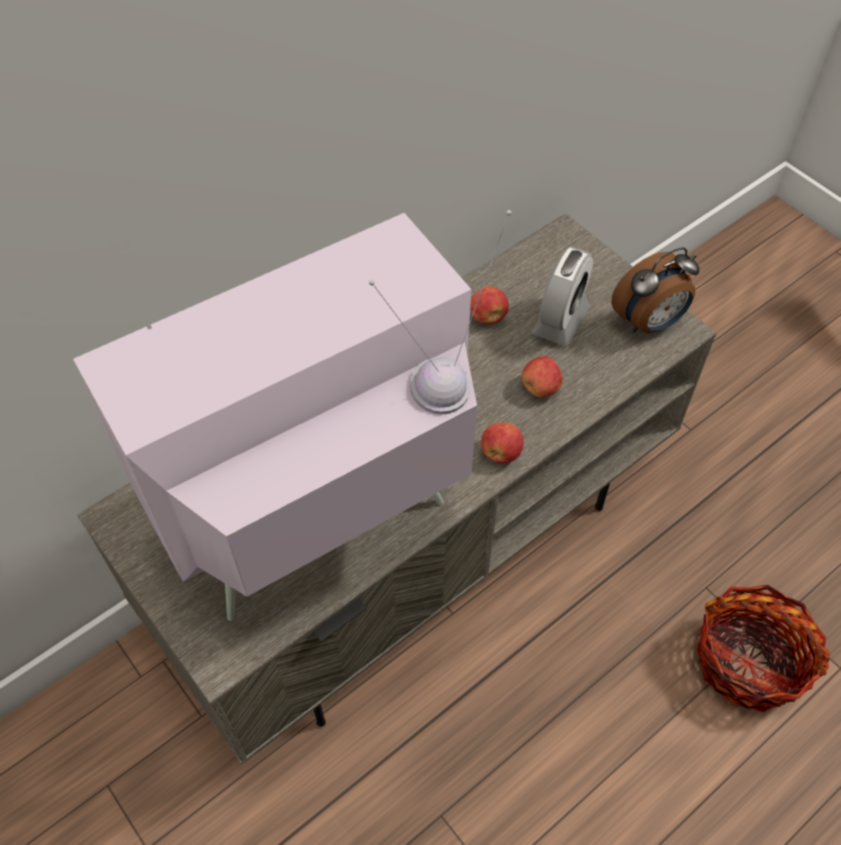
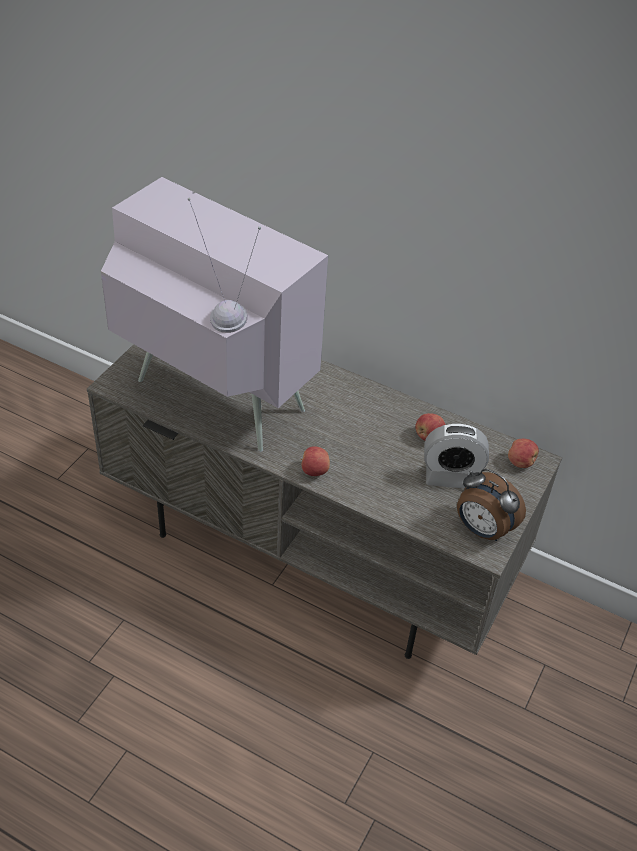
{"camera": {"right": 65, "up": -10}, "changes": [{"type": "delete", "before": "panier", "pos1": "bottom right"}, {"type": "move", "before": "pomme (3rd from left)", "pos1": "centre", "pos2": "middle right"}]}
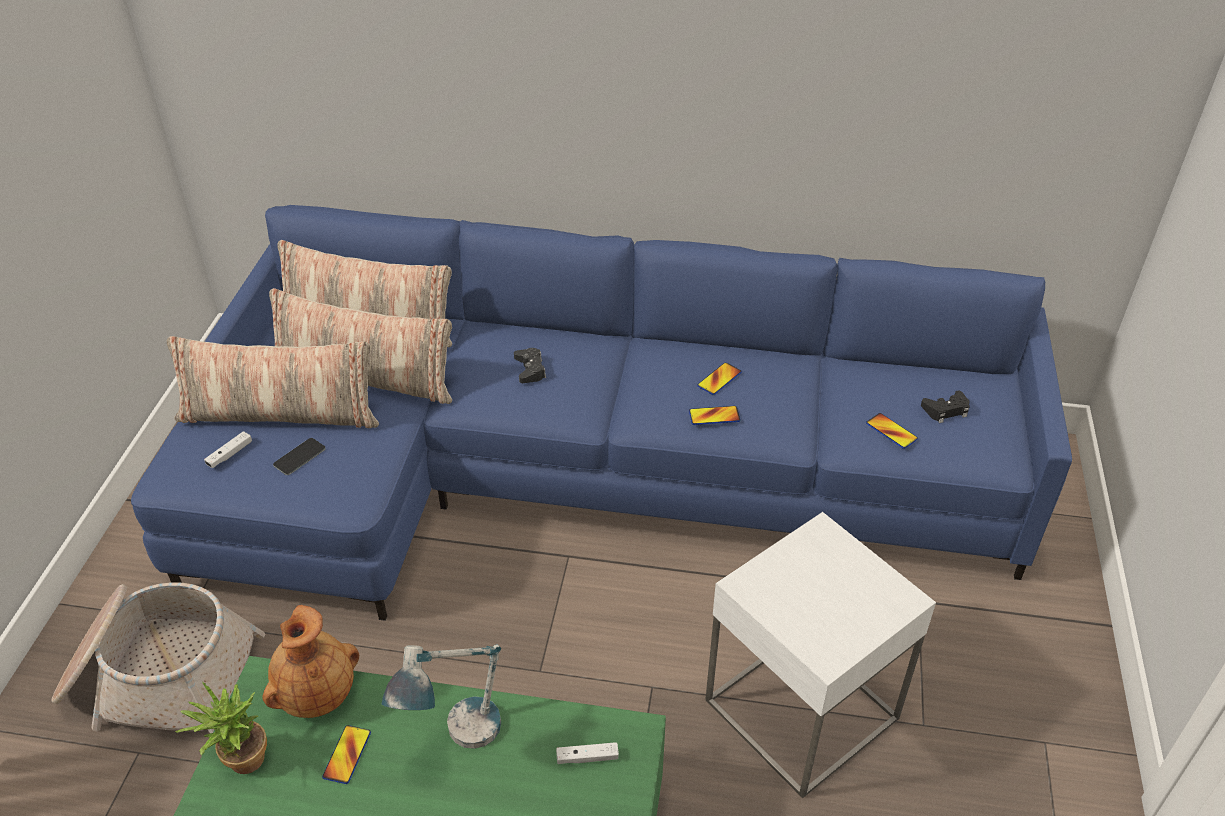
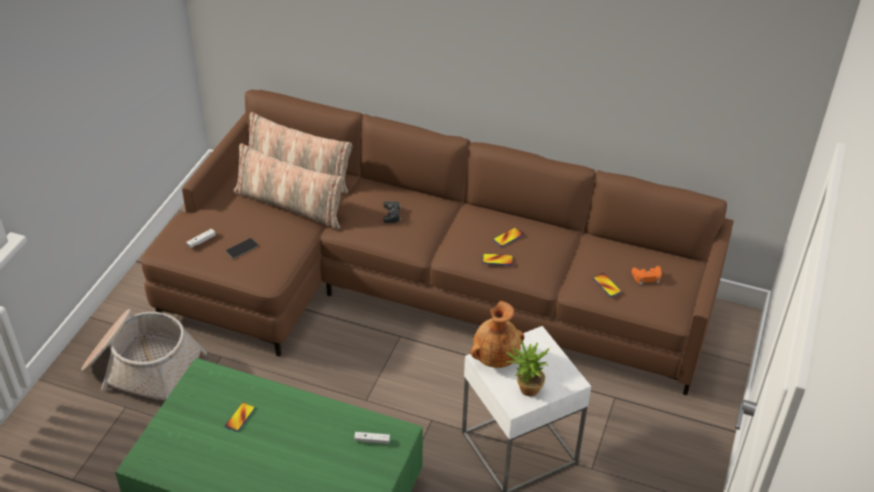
{"camera": {"right": 10, "up": 0}, "changes": [{"type": "delete", "before": "coussin (1st from left)", "pos1": "middle left"}, {"type": "delete", "before": "lampe de table", "pos1": "bottom centre"}, {"type": "move", "before": "plante en pot", "pos1": "bottom left", "pos2": "bottom centre"}, {"type": "move", "before": "vase (marron)", "pos1": "bottom left", "pos2": "bottom centre"}, {"type": "recolor", "before": "canapé (bleu)", "after": "canapé (marron)", "pos1": "centre", "pos2": "centre"}, {"type": "recolor", "before": "manette (noir) (2nd from left)", "after": "manette (orange)", "pos1": "middle right", "pos2": "middle right"}]}
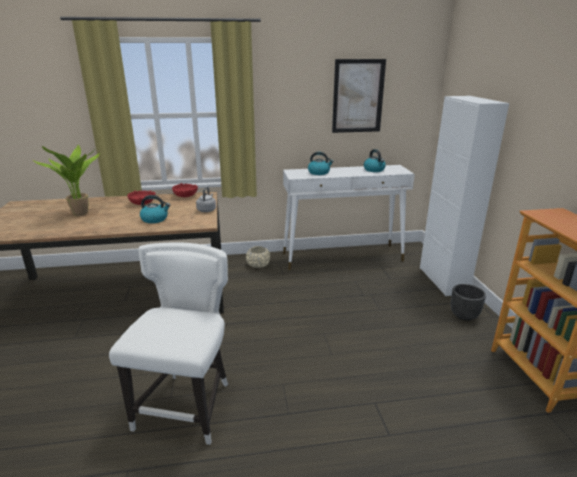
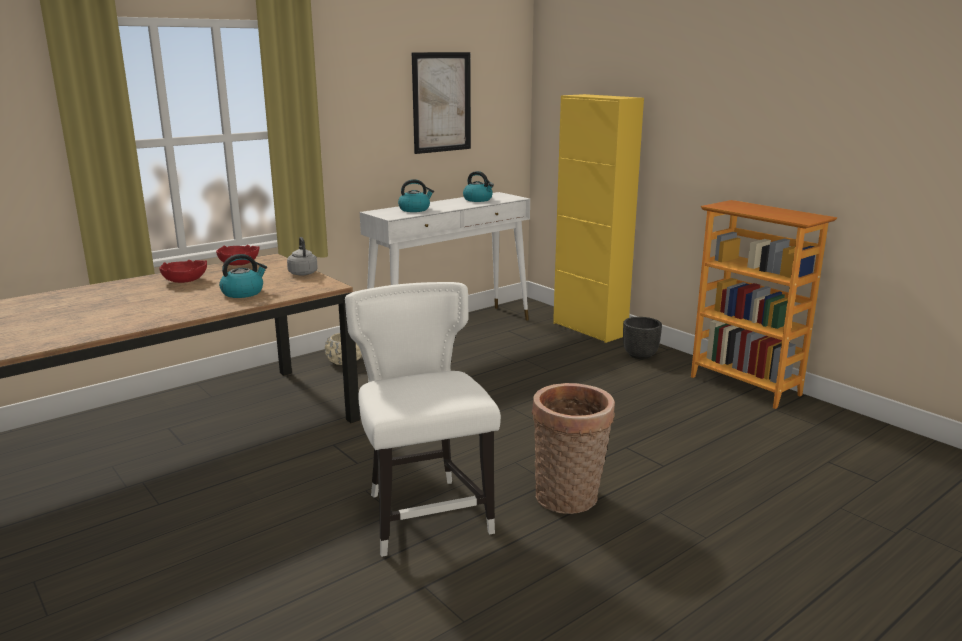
{"camera": {"right": -30, "up": -5}, "changes": [{"type": "delete", "before": "plante en pot", "pos1": "middle left"}, {"type": "insert", "after": "panier", "pos2": "bottom centre"}, {"type": "recolor", "before": "meuble de rangement (blanc)", "after": "meuble de rangement (jaune)", "pos1": "middle right", "pos2": "centre"}]}
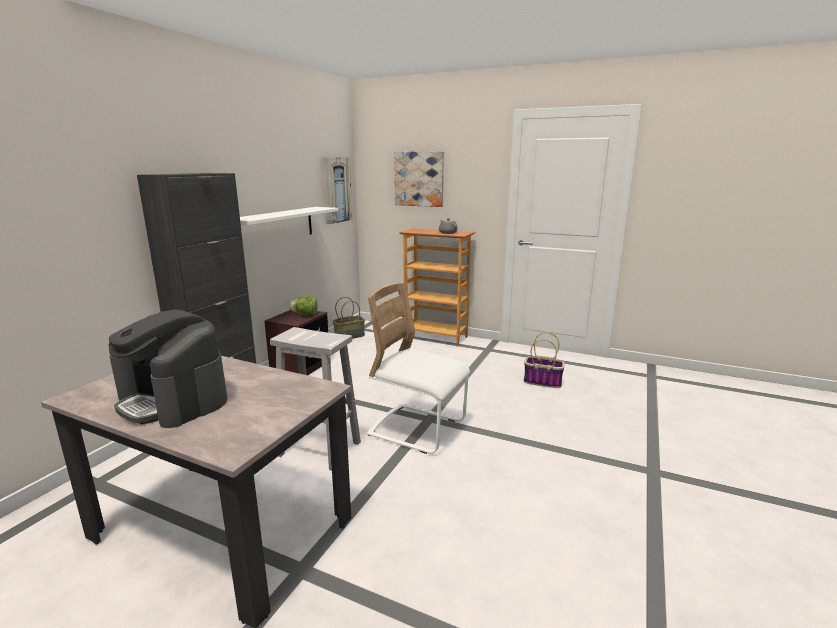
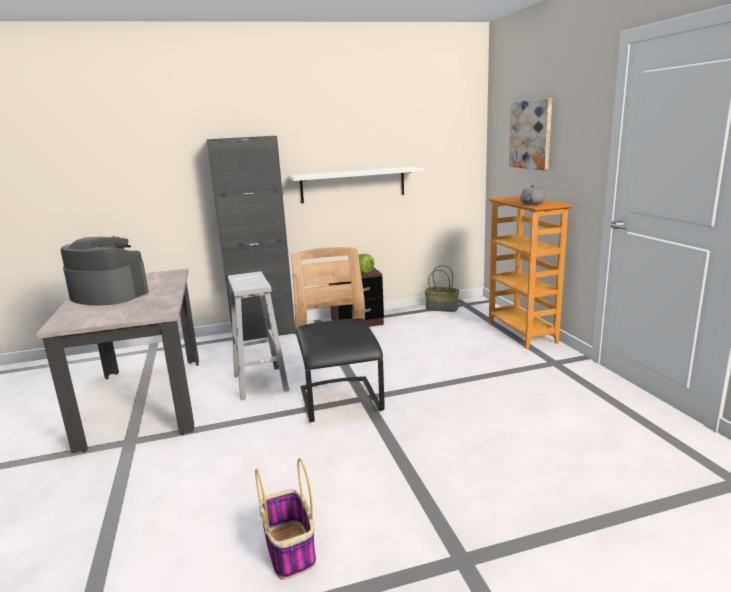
{"camera": {"right": 50, "up": 0}, "changes": [{"type": "delete", "before": "tableau (1st from left)", "pos1": "top centre"}, {"type": "move", "before": "panier (2nd from left in the first image)", "after": "panier (1st from left)", "pos1": "centre", "pos2": "bottom centre"}, {"type": "recolor", "before": "chaise (blanc)", "after": "chaise (noir)", "pos1": "centre", "pos2": "centre"}, {"type": "rotate", "before": "machine à café", "pos1": "middle left", "pos2": "middle left", "turn": 120}]}
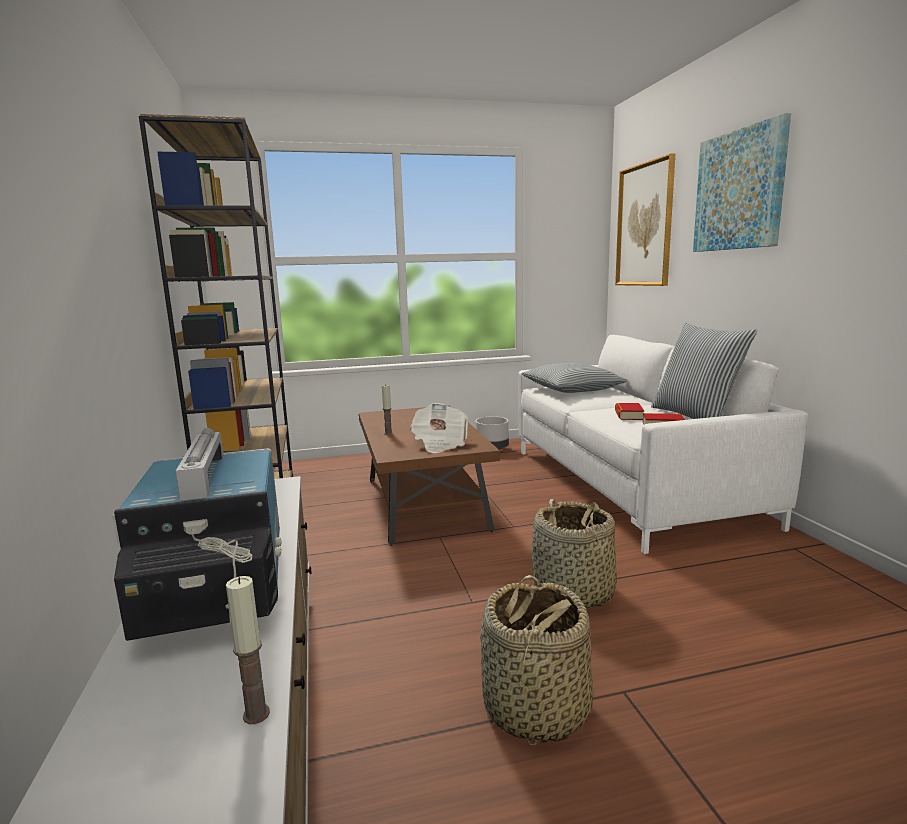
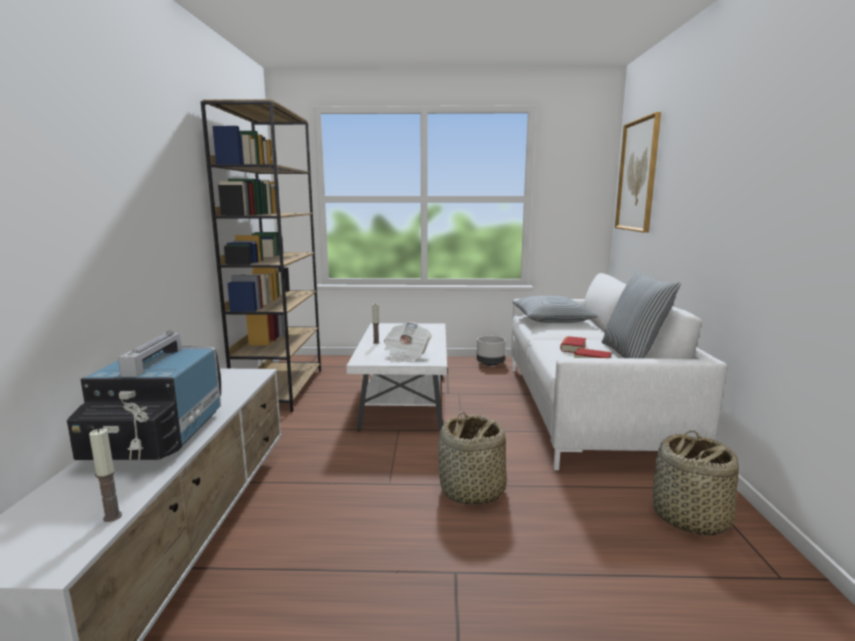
{"camera": {"right": 15, "up": 0}, "changes": [{"type": "delete", "before": "tableau (2nd from left)", "pos1": "top right"}, {"type": "move", "before": "panier (1st from left in the first image)", "after": "panier (2nd from left)", "pos1": "bottom centre", "pos2": "bottom right"}, {"type": "recolor", "before": "table basse (marron)", "after": "table basse (blanc)", "pos1": "centre", "pos2": "centre"}]}
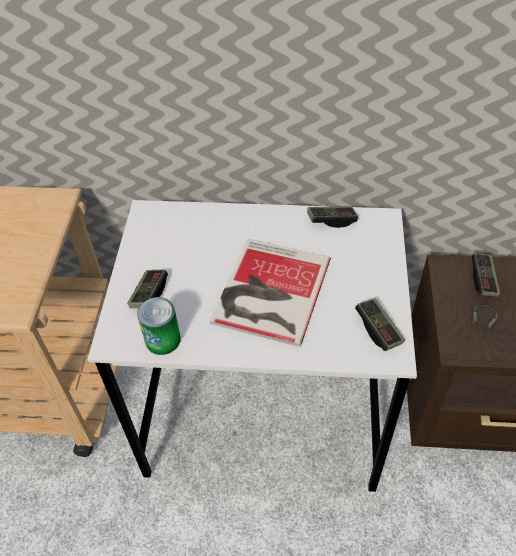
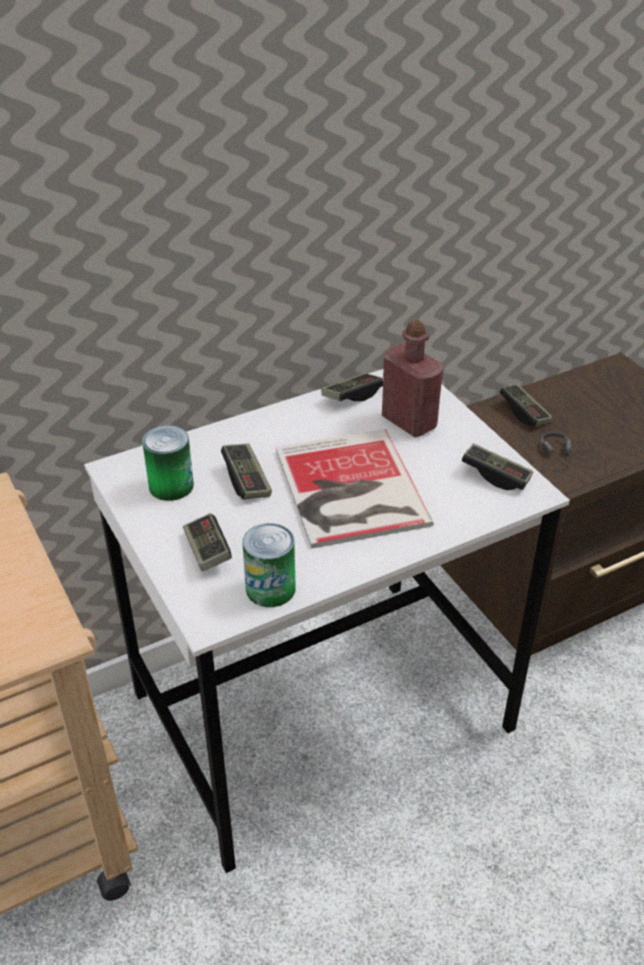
{"camera": {"right": -35, "up": -10}, "changes": [{"type": "insert", "after": "boîte métallique (1st from left)", "pos2": "middle left"}, {"type": "insert", "after": "manette (2nd from left)", "pos2": "centre"}, {"type": "insert", "after": "bouteille (rouge)", "pos2": "centre"}]}
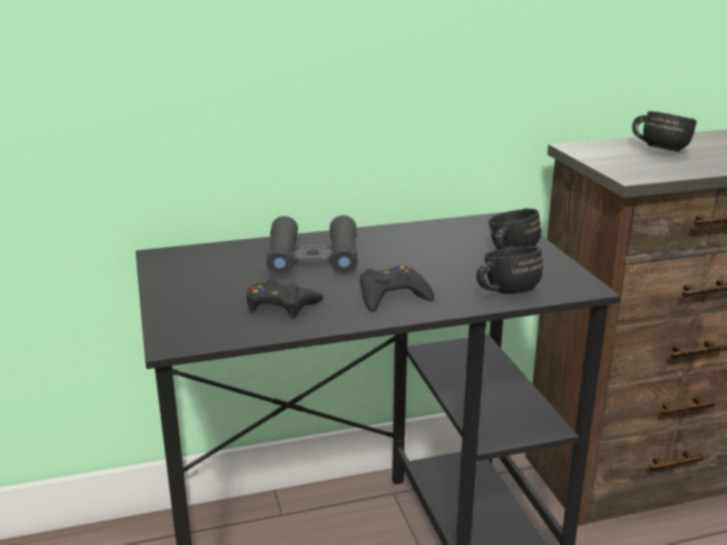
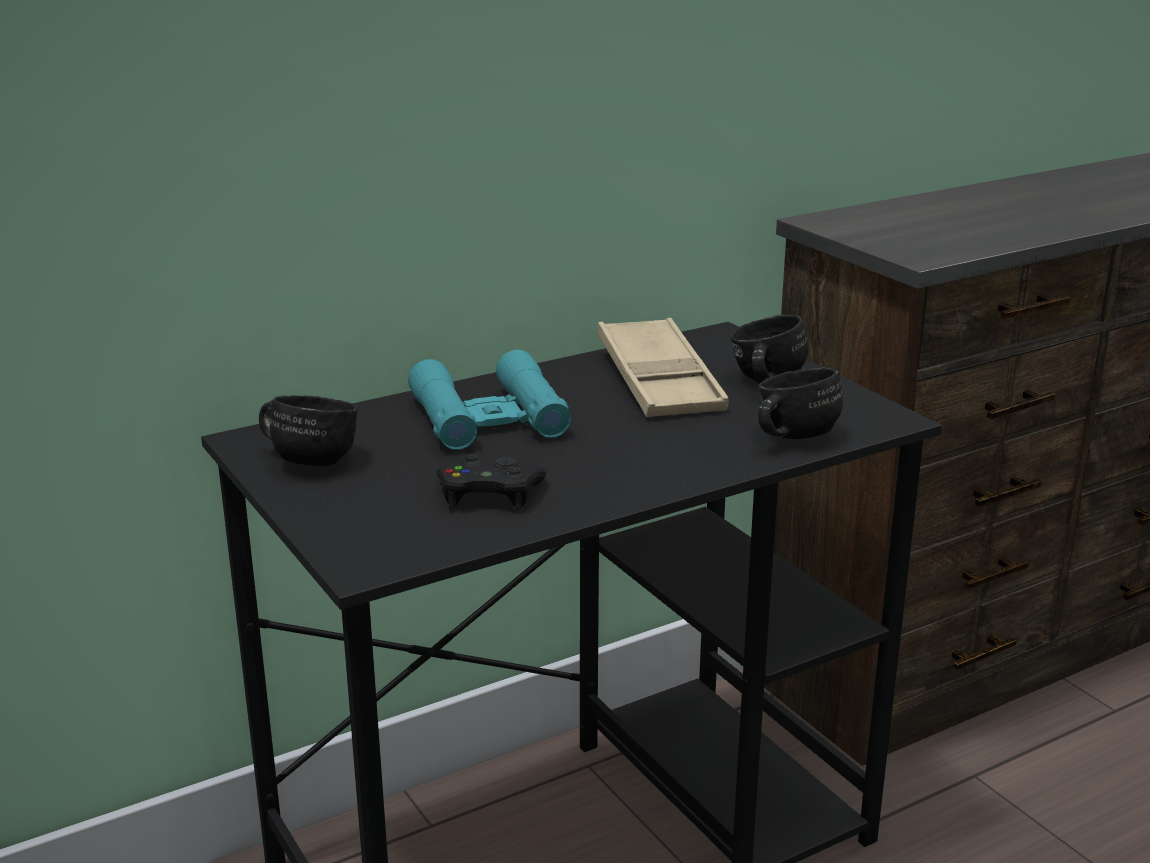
{"camera": {"right": -15, "up": 0}, "changes": [{"type": "delete", "before": "manette (noir) (2nd from left)", "pos1": "centre"}, {"type": "insert", "after": "plateau (beige)", "pos2": "centre"}, {"type": "move", "before": "mug (noir) (3rd from left in the first image)", "after": "mug (noir) (1st from left)", "pos1": "top right", "pos2": "middle left"}, {"type": "recolor", "before": "jumelles (noir)", "after": "jumelles (turquoise)", "pos1": "centre", "pos2": "centre"}]}
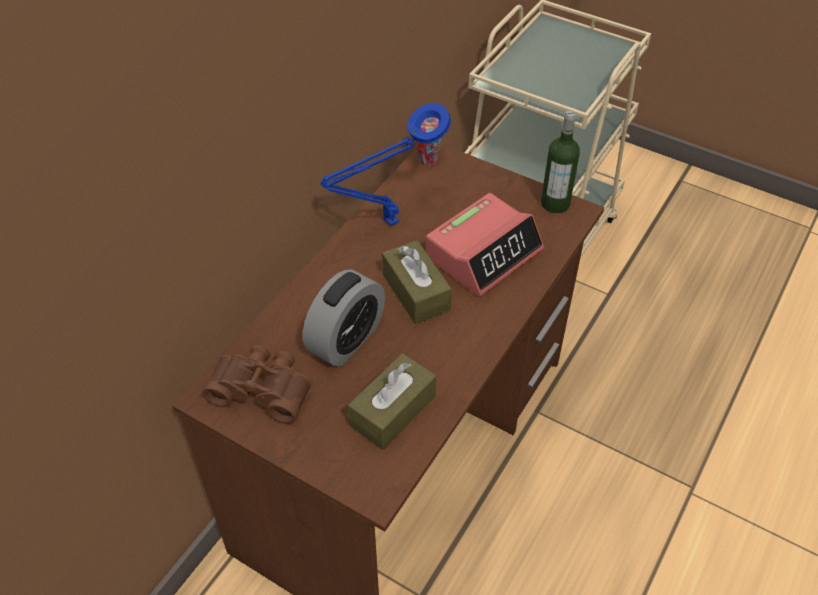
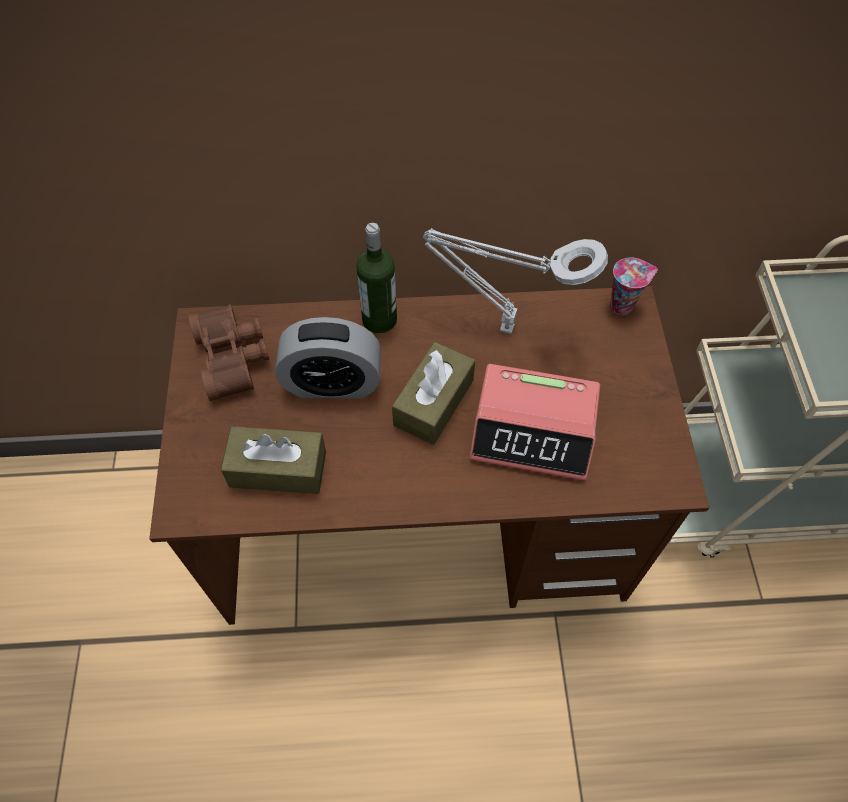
{"camera": {"right": 55, "up": 10}, "changes": [{"type": "move", "before": "bouteille", "pos1": "top right", "pos2": "centre"}, {"type": "recolor", "before": "lampe de table (bleu)", "after": "lampe de table (gris)", "pos1": "top centre", "pos2": "centre"}]}
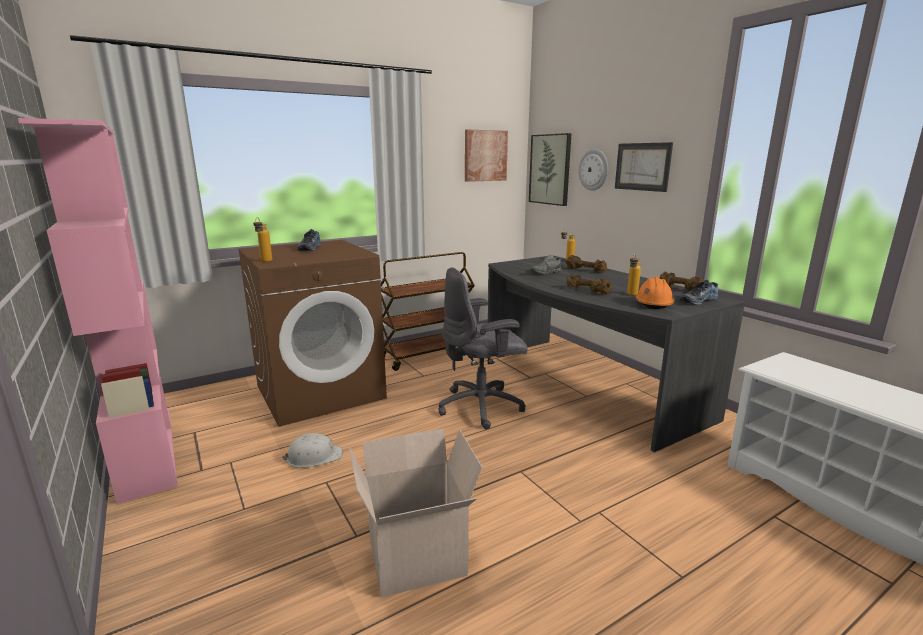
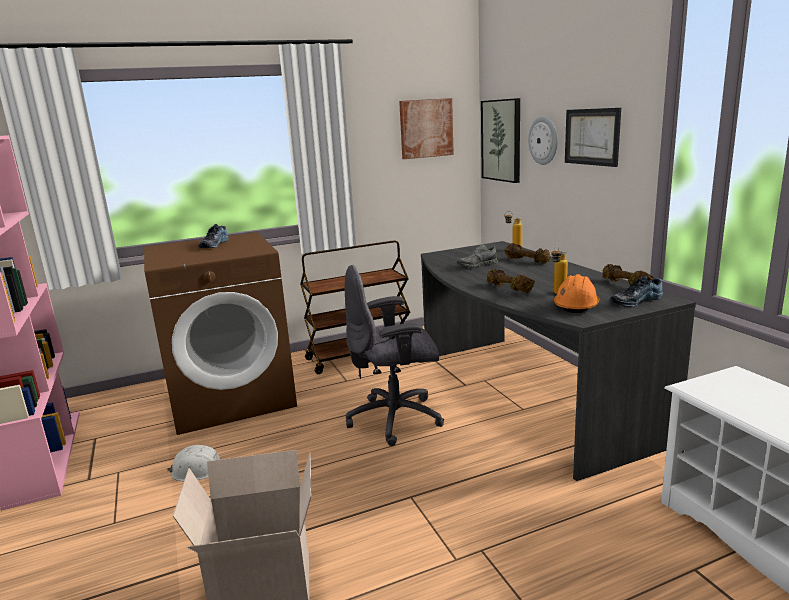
{"camera": {"right": 10, "up": 0}, "changes": [{"type": "delete", "before": "bouteille (1st from left)", "pos1": "middle left"}]}
